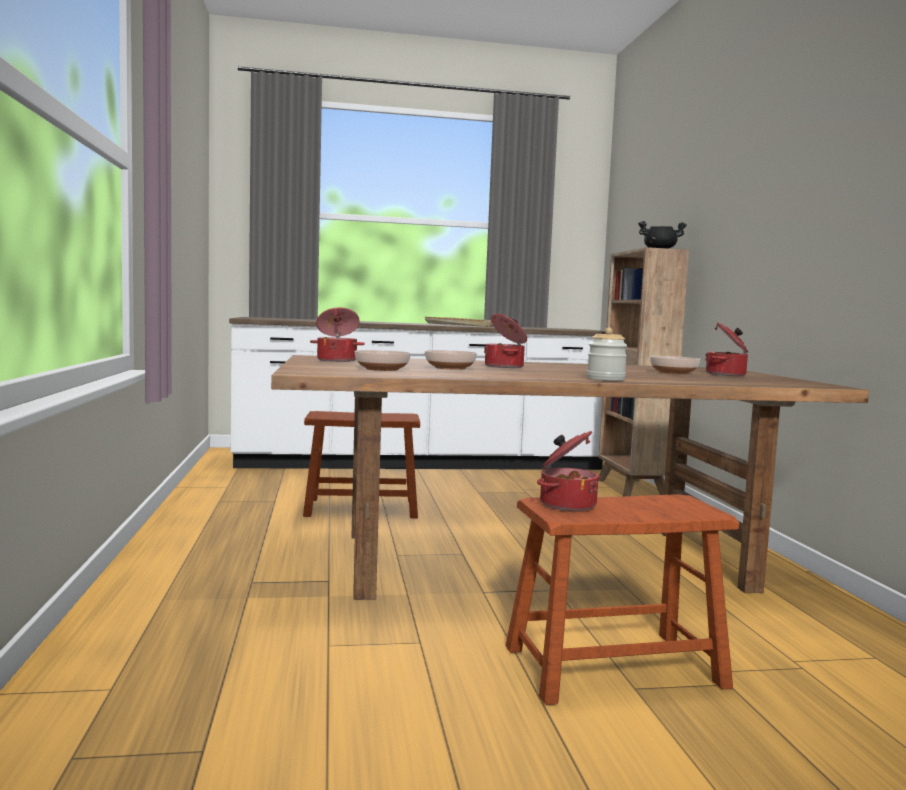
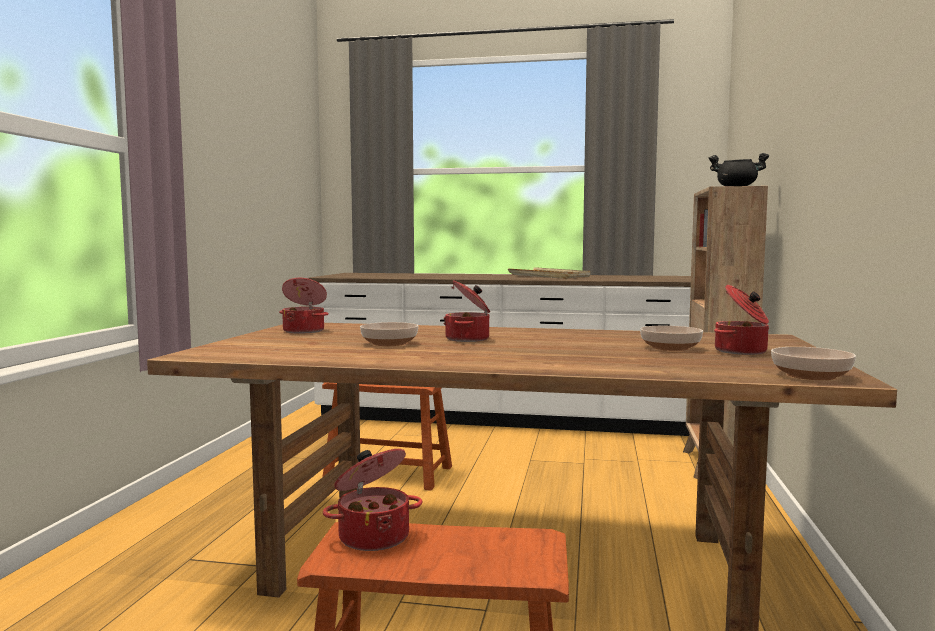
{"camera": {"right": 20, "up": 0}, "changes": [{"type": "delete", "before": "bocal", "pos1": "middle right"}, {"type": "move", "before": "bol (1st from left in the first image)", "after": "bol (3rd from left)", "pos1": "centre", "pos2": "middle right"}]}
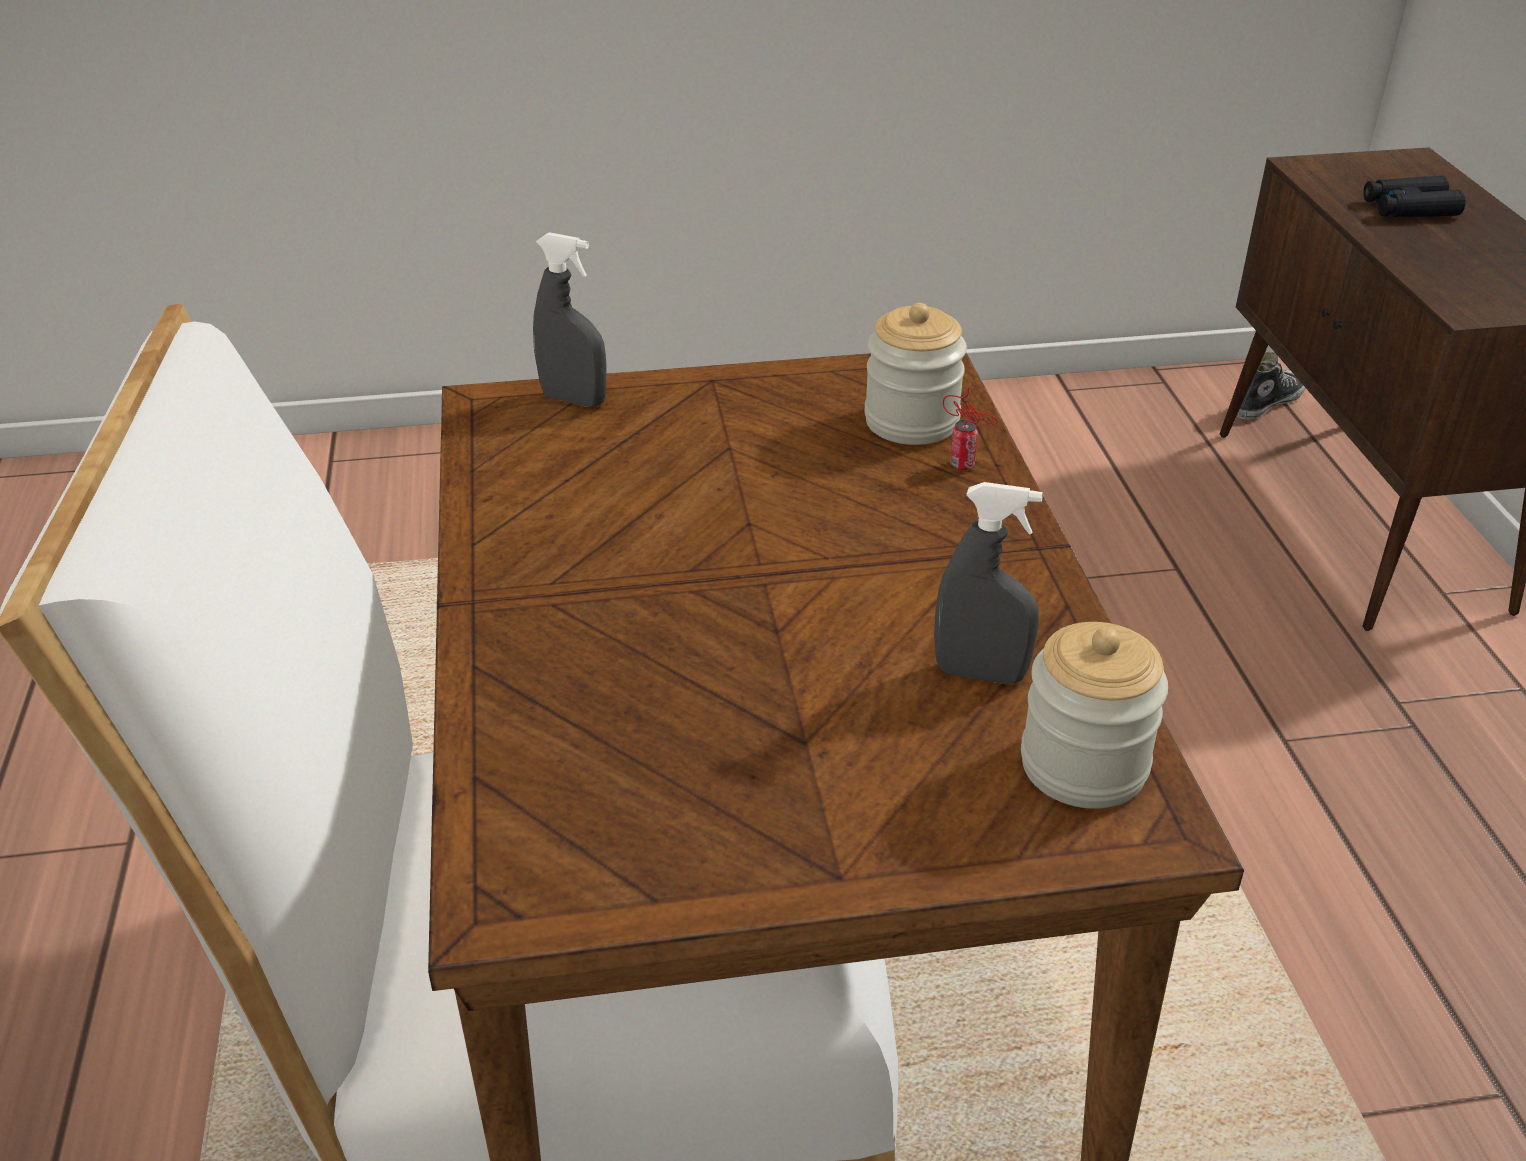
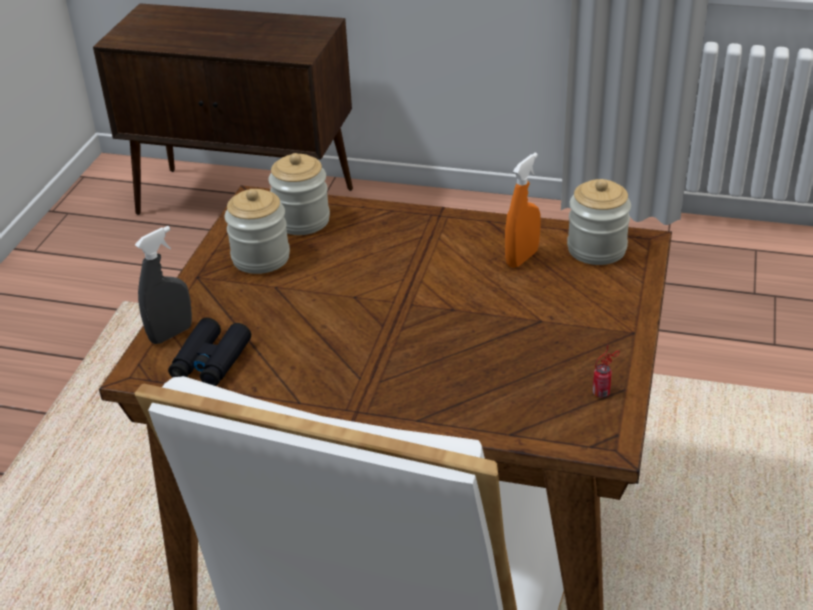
{"camera": {"right": -65, "up": 0}, "changes": [{"type": "delete", "before": "chaussure", "pos1": "top right"}, {"type": "insert", "after": "bocal (1st from left)", "pos2": "middle left"}, {"type": "move", "before": "boîte métallique", "pos1": "centre", "pos2": "middle right"}, {"type": "move", "before": "jumelles (noir)", "pos1": "top right", "pos2": "middle left"}, {"type": "recolor", "before": "vaporisateur (gris) (2nd from left)", "after": "vaporisateur (orange)", "pos1": "centre", "pos2": "centre"}]}
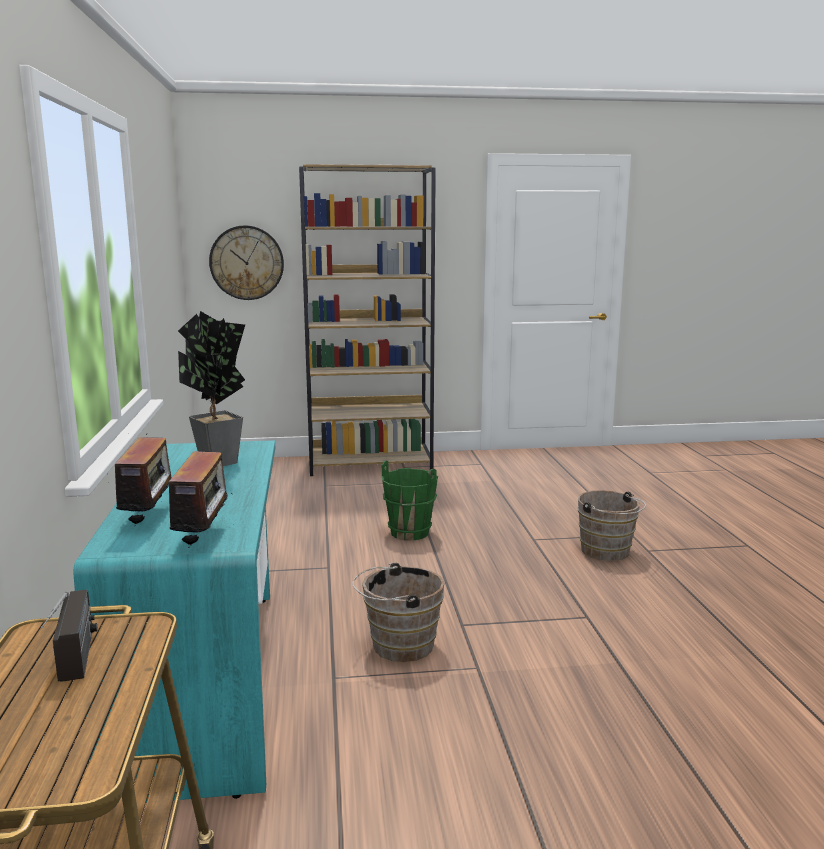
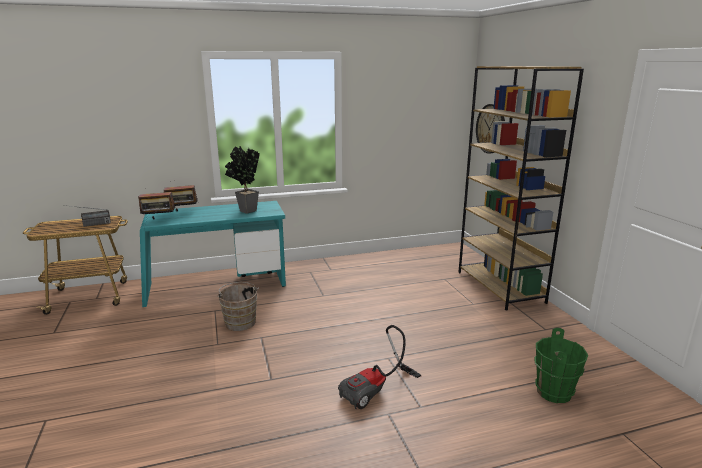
{"camera": {"right": 80, "up": 5}, "changes": [{"type": "move", "before": "seau (vert)", "pos1": "centre", "pos2": "bottom right"}, {"type": "replace", "before": "seau (marron) (2nd from left)", "after": "aspirateur", "pos1": "middle right", "pos2": "bottom centre"}]}
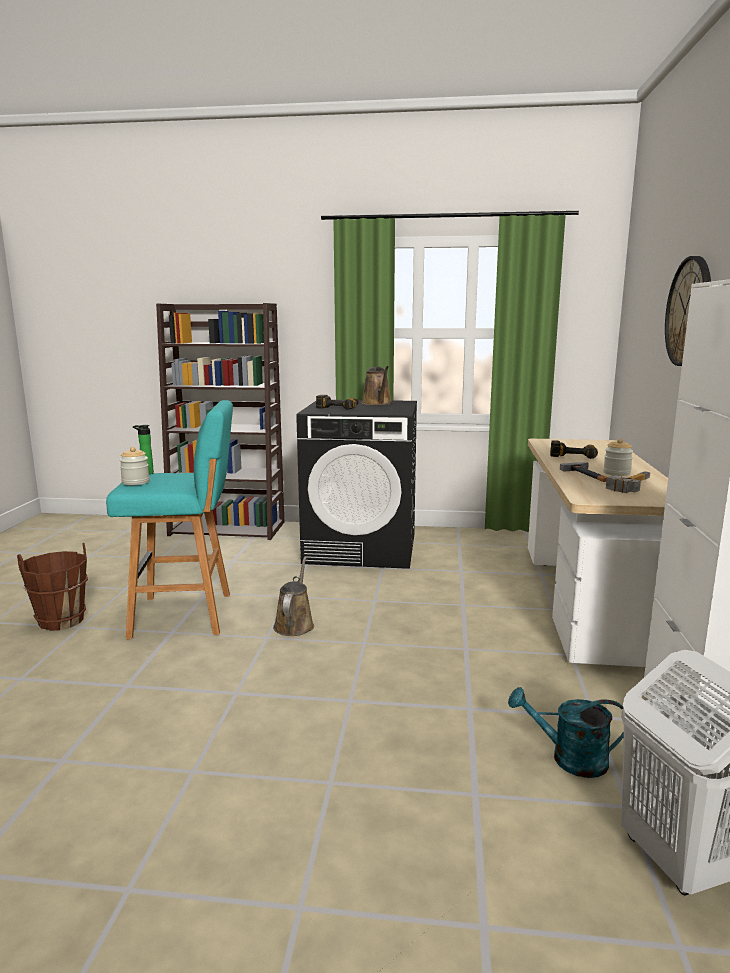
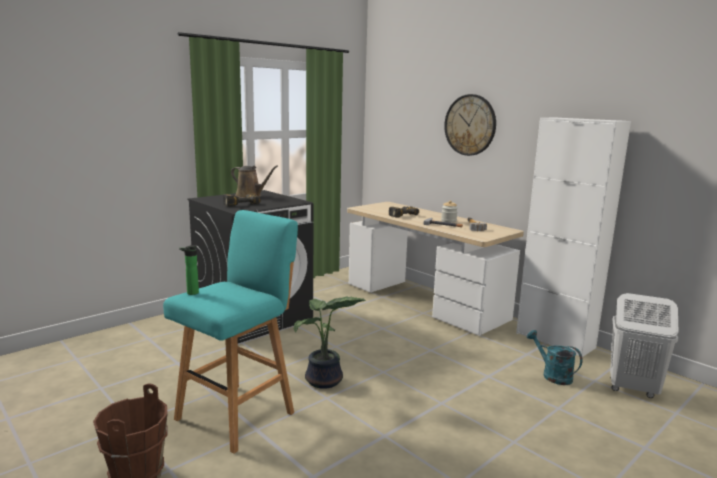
{"camera": {"right": -50, "up": 0}, "changes": [{"type": "delete", "before": "bocal (1st from left)", "pos1": "middle left"}, {"type": "delete", "before": "bibliothèque (marron)", "pos1": "middle left"}, {"type": "replace", "before": "arrosoir (marron) (1st from left)", "after": "plante en pot", "pos1": "centre", "pos2": "bottom centre"}, {"type": "rotate", "before": "arrosoir (turquoise)", "pos1": "bottom right", "pos2": "bottom right", "turn": 90}]}
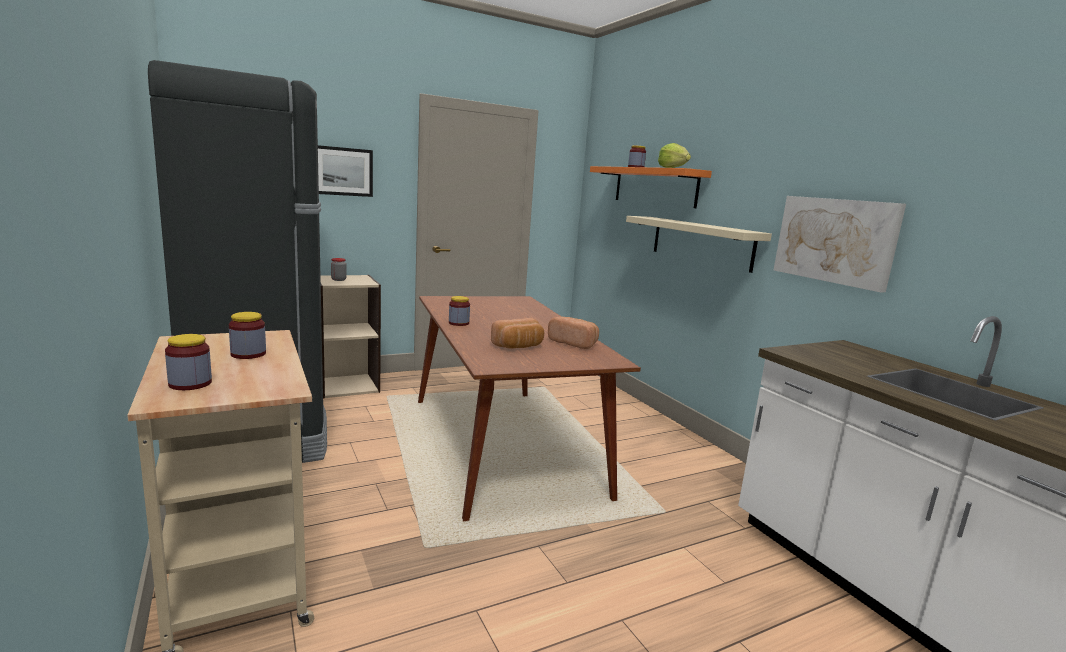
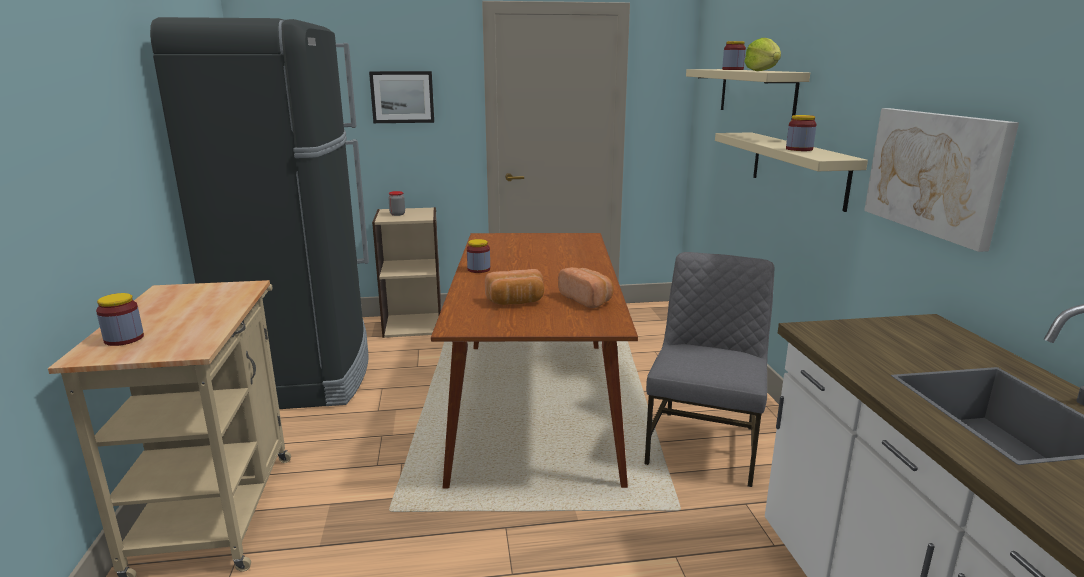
{"camera": {"right": 20, "up": 5}, "changes": [{"type": "insert", "after": "chaise (gris)", "pos2": "centre"}, {"type": "move", "before": "bocal (2nd from left in the first image)", "after": "bocal (5th from left)", "pos1": "middle left", "pos2": "top right"}, {"type": "recolor", "before": "étagère (orange)", "after": "étagère (beige) (1st from left)", "pos1": "top centre", "pos2": "top right"}]}
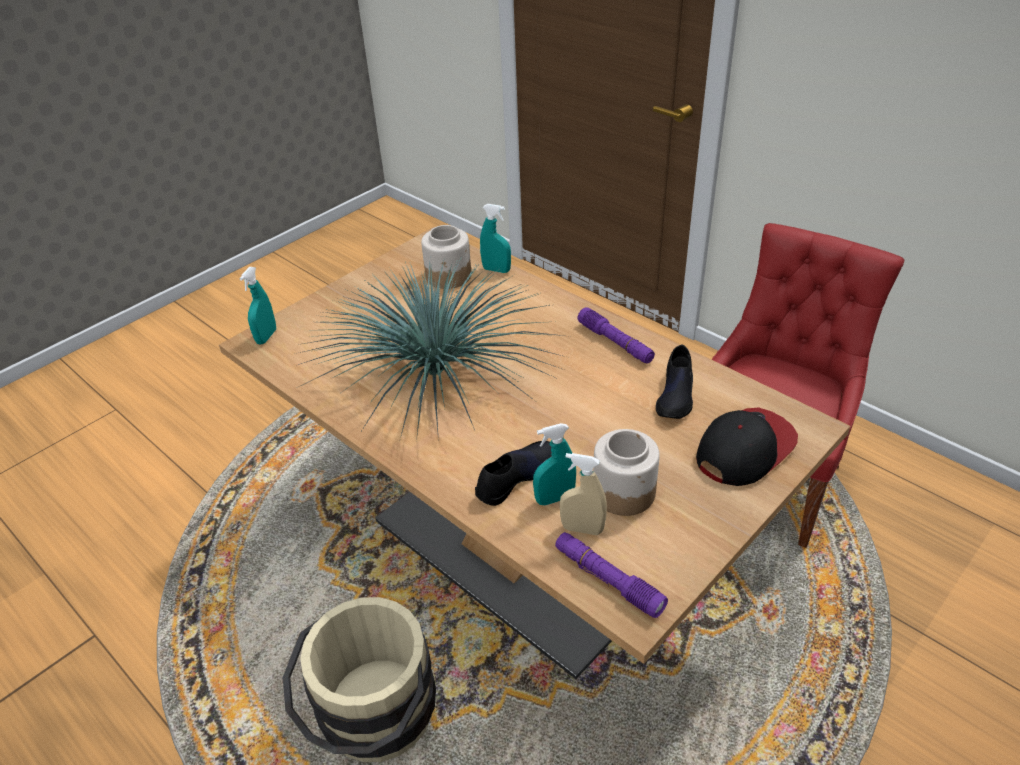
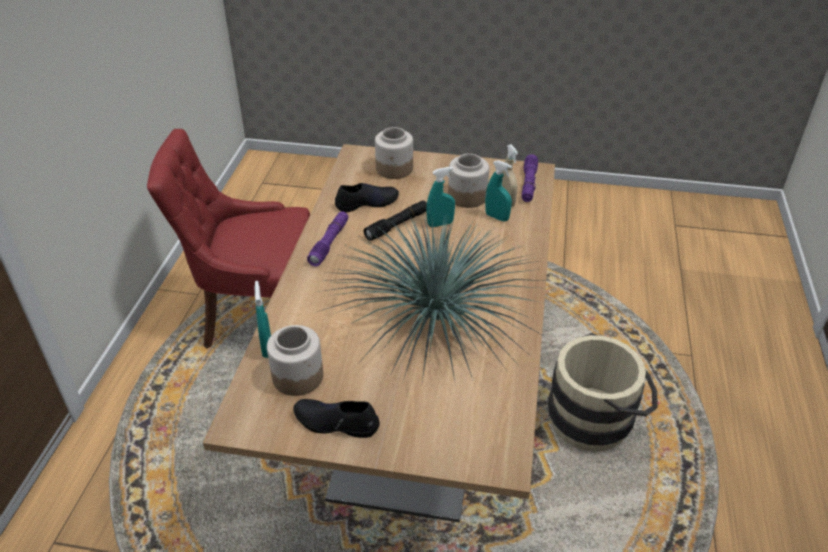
{"camera": {"right": -125, "up": 0}, "changes": [{"type": "insert", "after": "lampe de poche (noir)", "pos2": "centre"}, {"type": "move", "before": "vaporisateur (turquoise) (1st from left in the first image)", "after": "vaporisateur (turquoise) (2nd from left)", "pos1": "middle left", "pos2": "centre"}, {"type": "move", "before": "chaussure (noir) (1st from left)", "pos1": "centre", "pos2": "bottom centre"}, {"type": "replace", "before": "casquette", "after": "bocal (2nd from left)", "pos1": "middle right", "pos2": "top centre"}]}
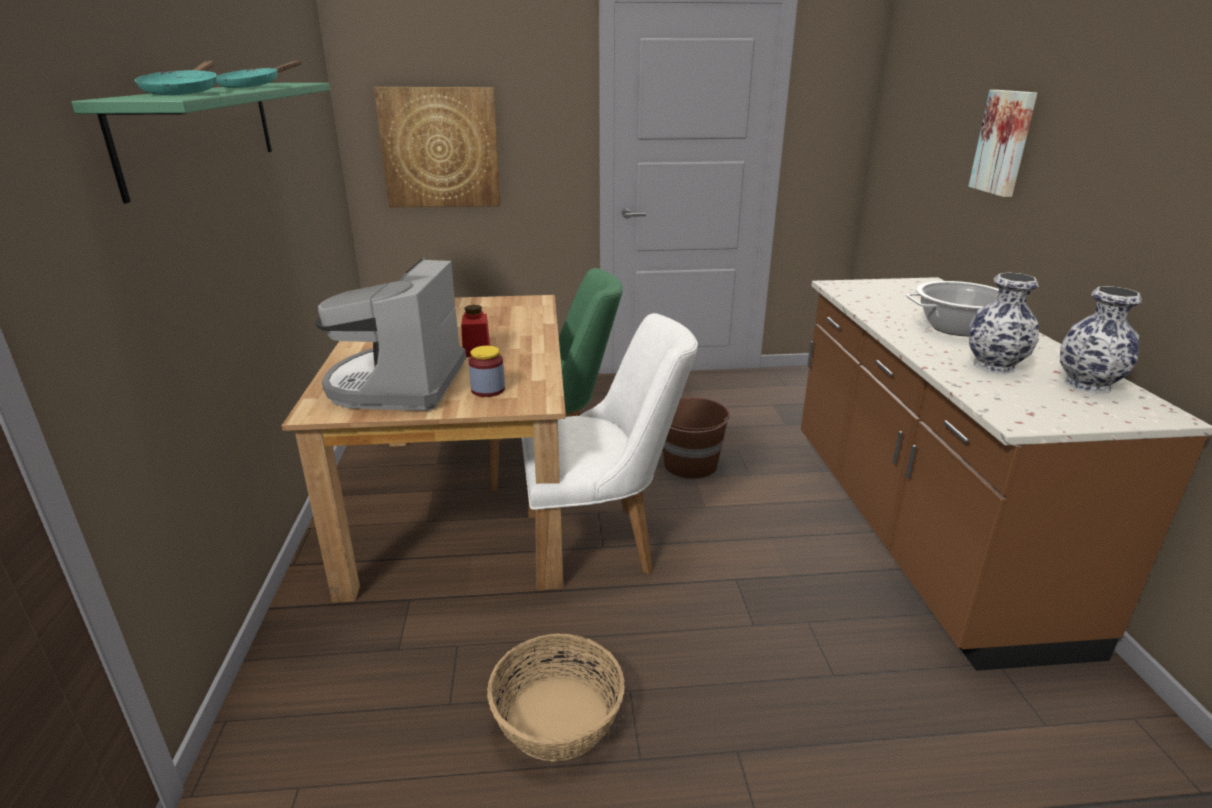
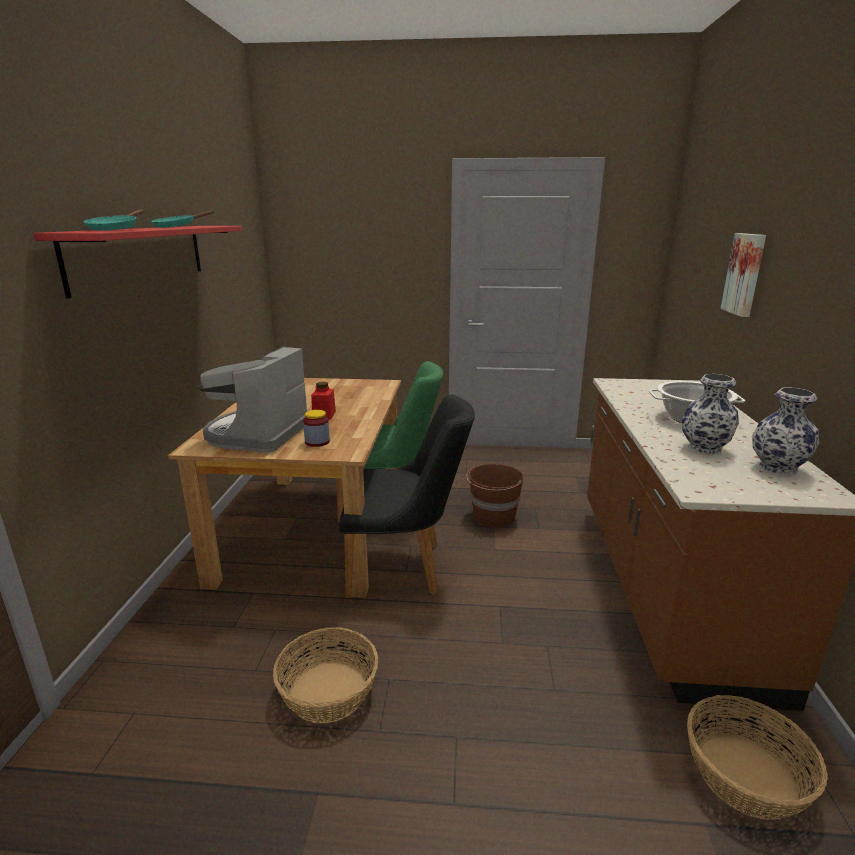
{"camera": {"right": 10, "up": -5}, "changes": [{"type": "delete", "before": "tableau (1st from left)", "pos1": "top centre"}, {"type": "insert", "after": "panier (2nd from left)", "pos2": "bottom right"}, {"type": "recolor", "before": "étagère (vert)", "after": "étagère (rouge)", "pos1": "top left", "pos2": "top left"}, {"type": "recolor", "before": "chaise (blanc)", "after": "chaise (noir)", "pos1": "centre", "pos2": "centre"}]}
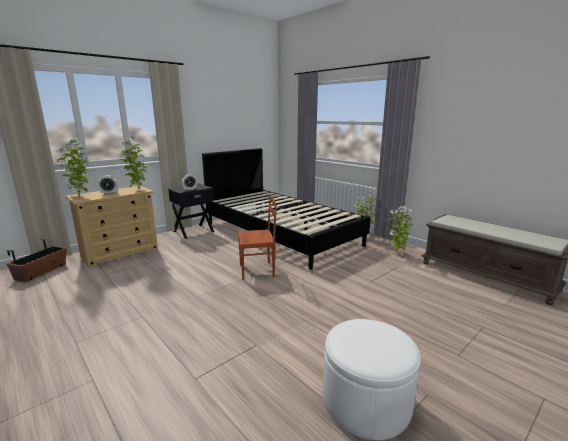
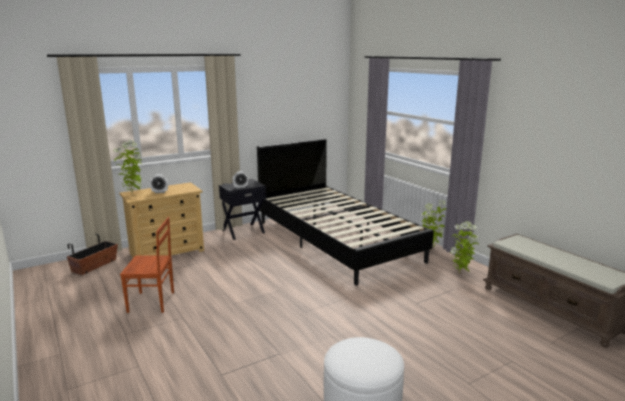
{"camera": {"right": 10, "up": 0}, "changes": [{"type": "delete", "before": "plante en pot (2nd from left)", "pos1": "middle left"}, {"type": "move", "before": "chaise (marron)", "pos1": "centre", "pos2": "middle left"}]}
